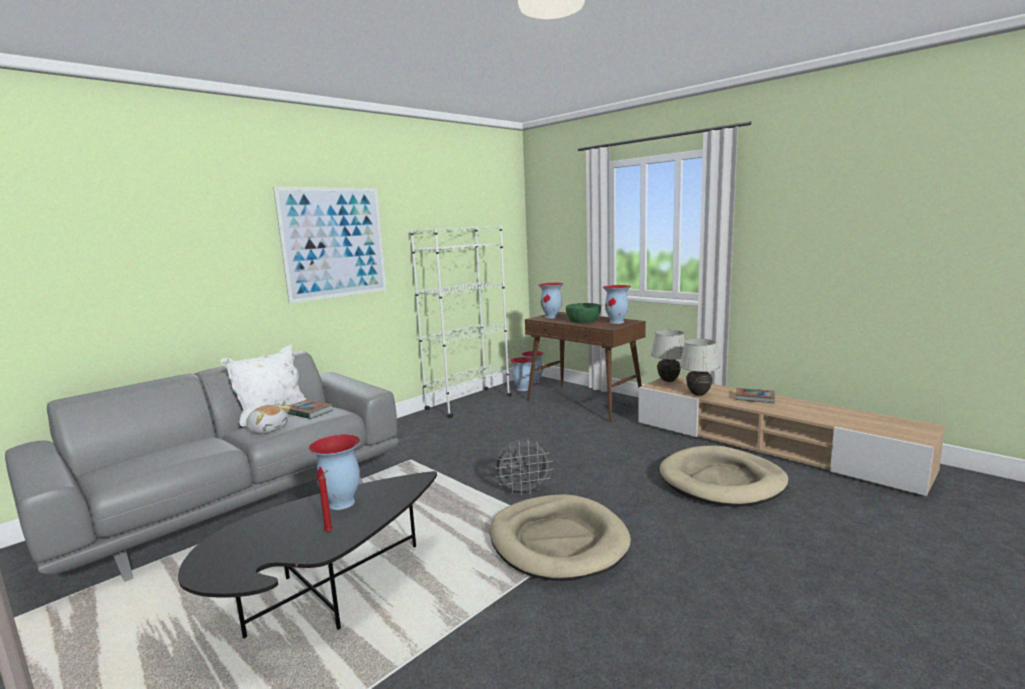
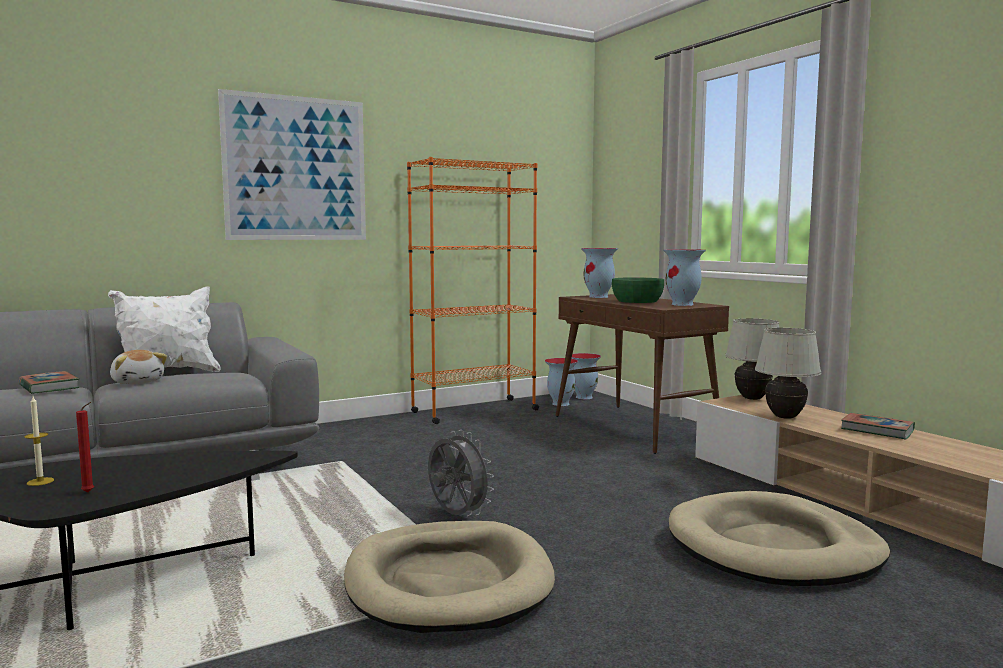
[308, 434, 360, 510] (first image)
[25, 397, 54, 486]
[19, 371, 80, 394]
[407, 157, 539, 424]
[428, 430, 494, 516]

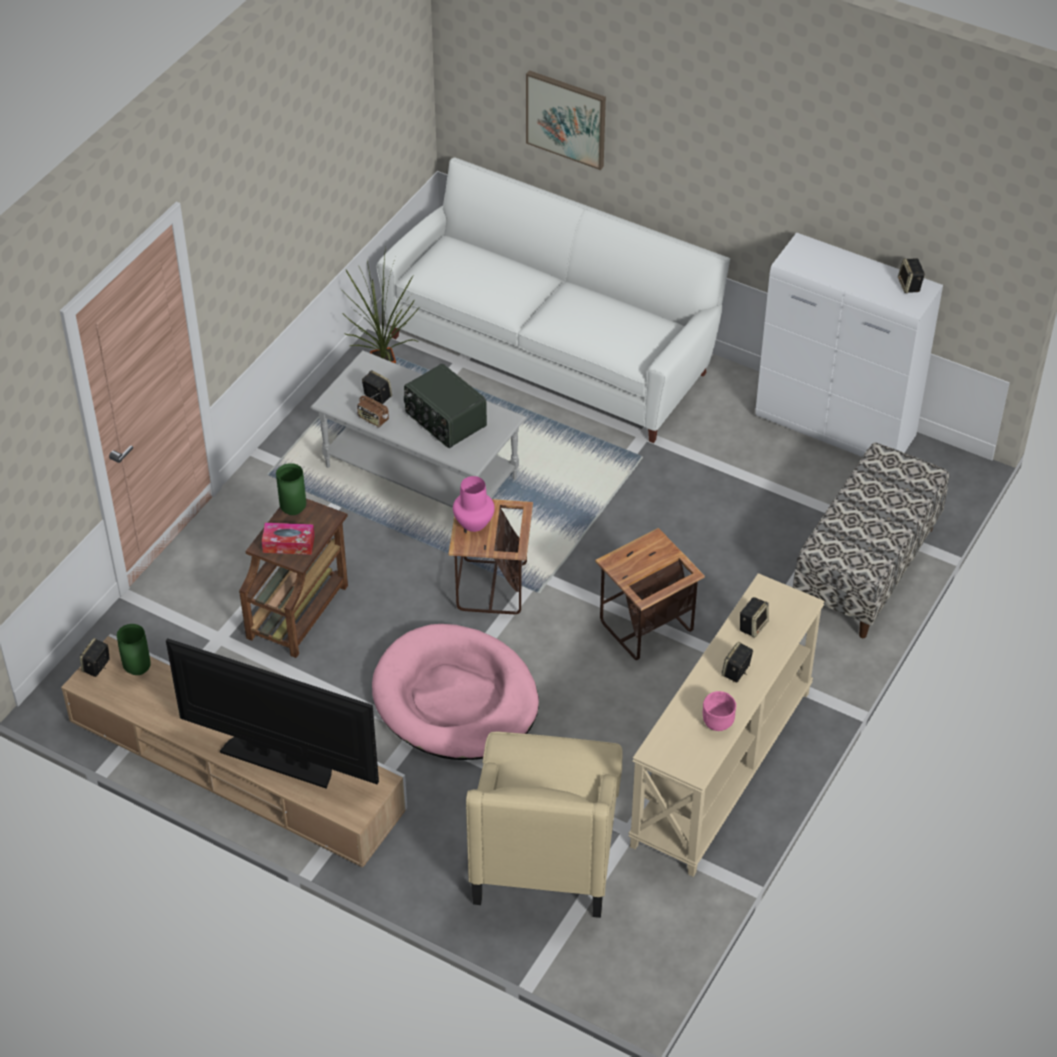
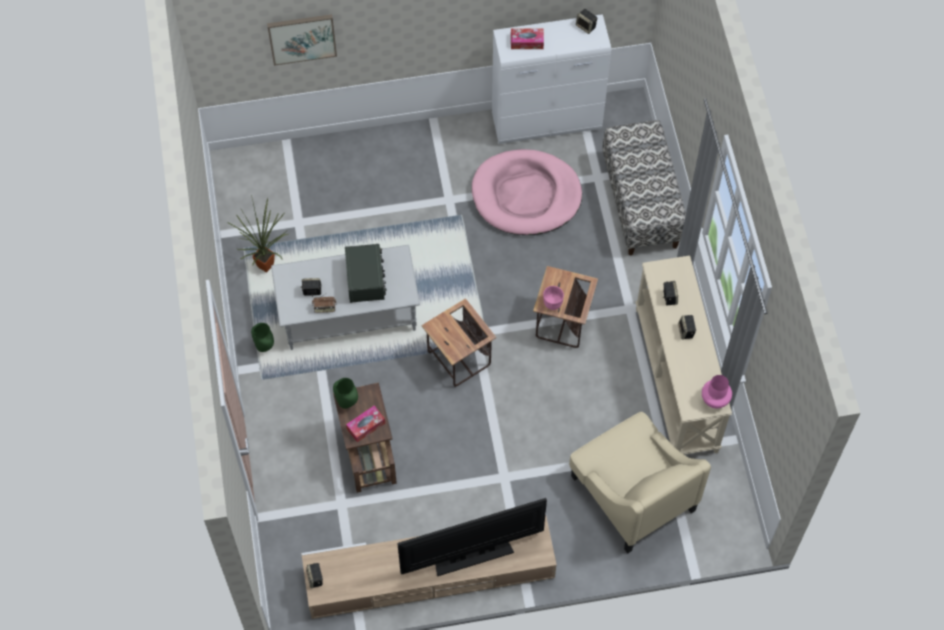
[376, 157, 730, 443] (first image)
[511, 29, 544, 49]
[251, 323, 274, 352]
[472, 149, 582, 235]
[702, 375, 732, 408]
[543, 286, 564, 310]
[345, 244, 386, 303]

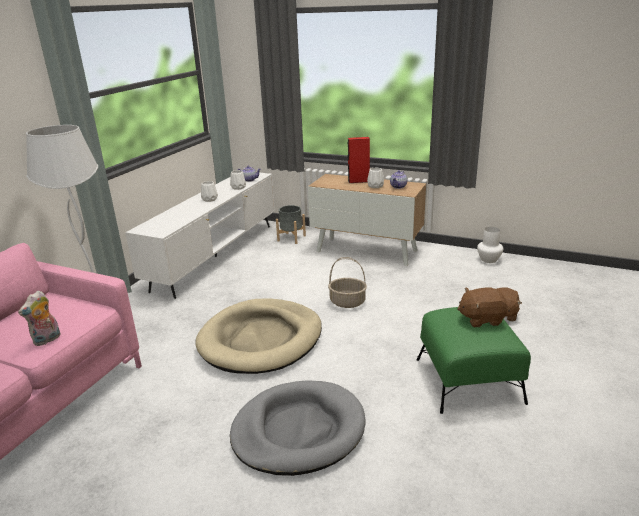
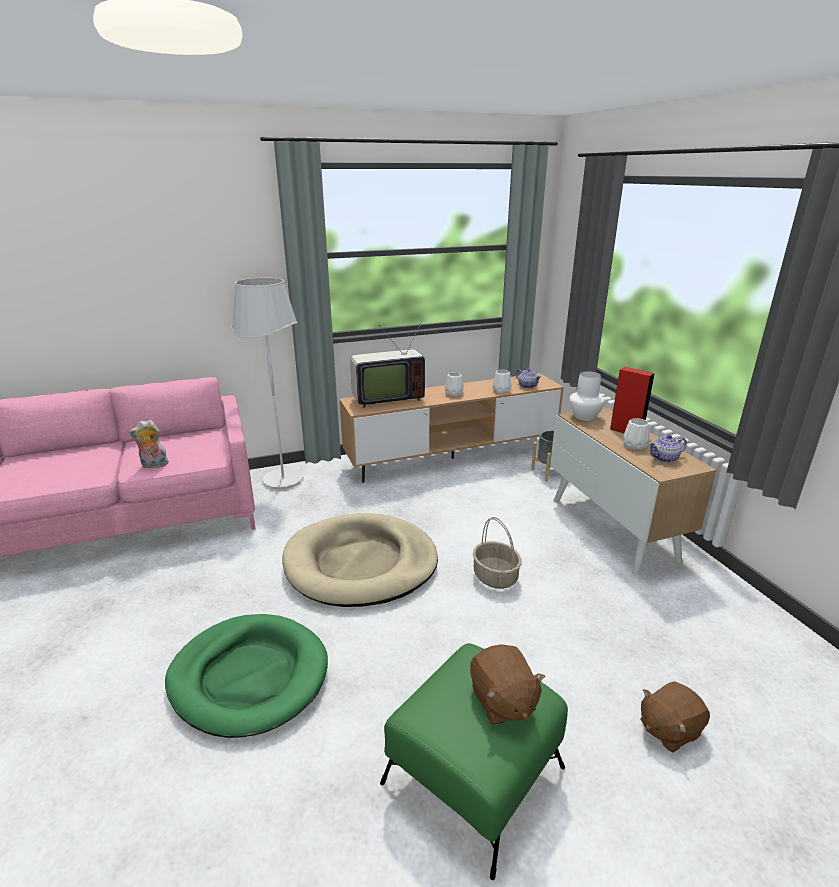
[350, 319, 425, 408]
[569, 371, 605, 421]
[339, 373, 564, 483]
[165, 614, 328, 738]
[470, 645, 545, 725]

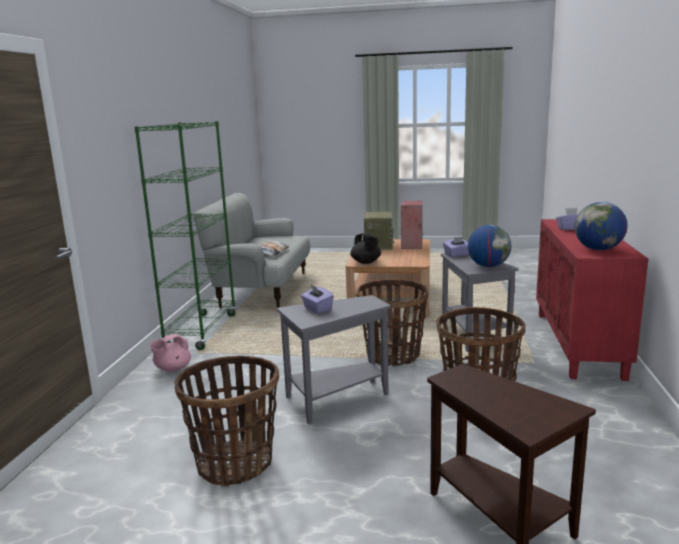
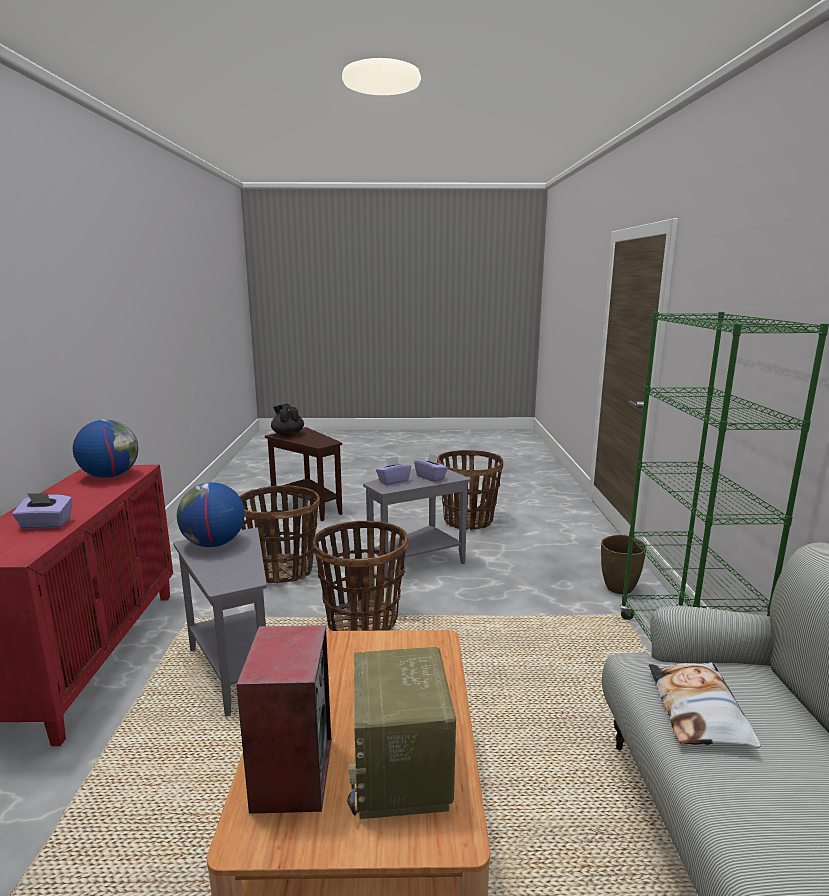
[271, 404, 304, 436]
[376, 456, 411, 485]
[601, 535, 647, 594]

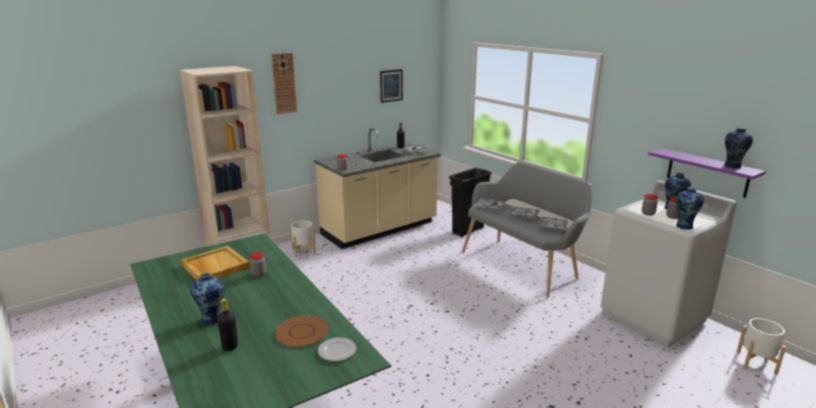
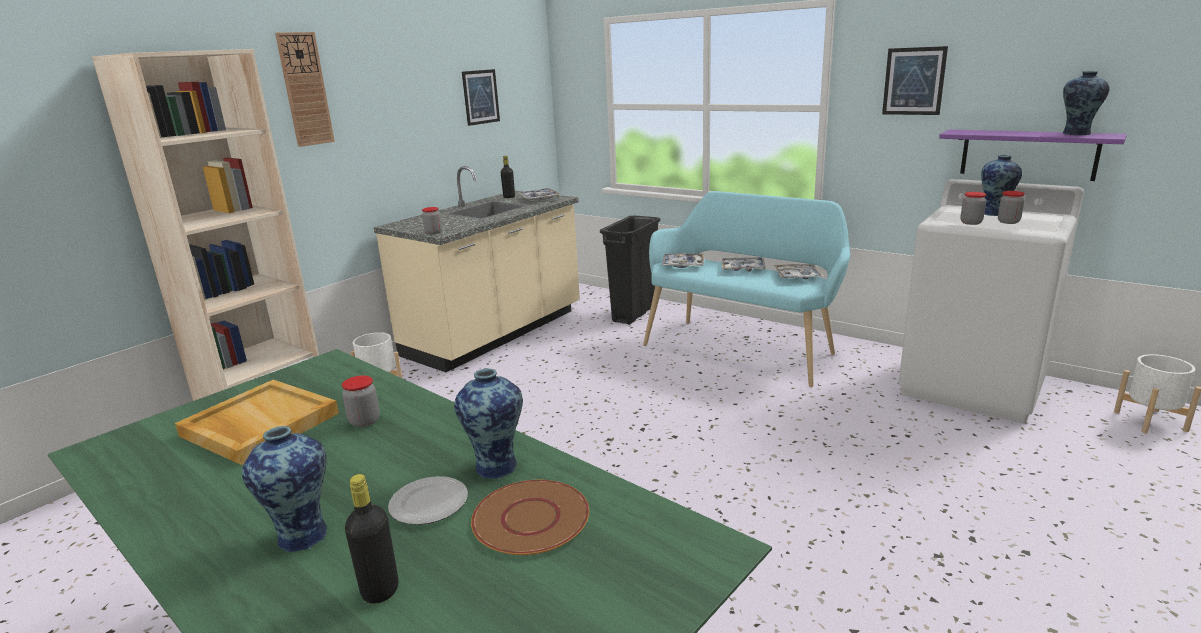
[882, 46, 948, 115]
[388, 476, 468, 525]
[454, 369, 523, 479]
[643, 191, 850, 387]

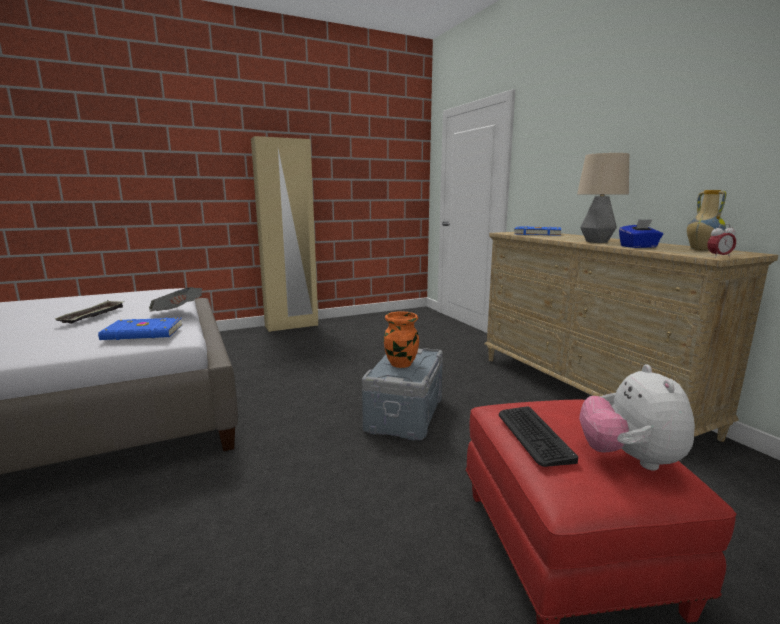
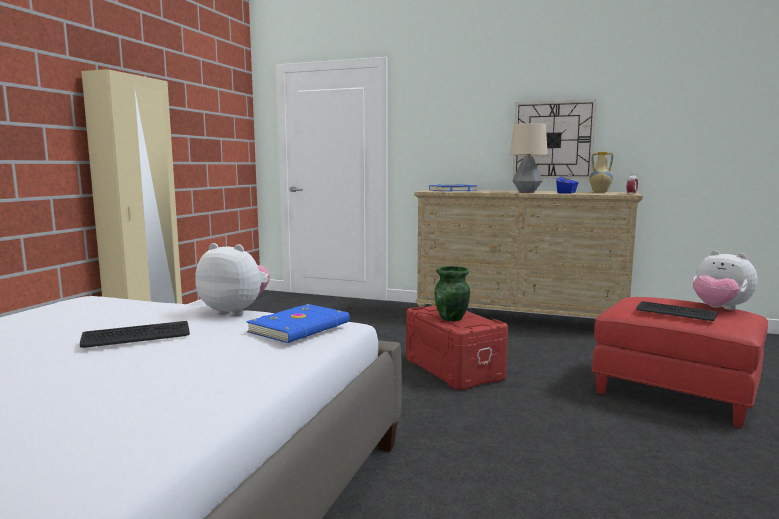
[513, 99, 596, 179]
[80, 321, 190, 348]
[195, 243, 270, 316]
[406, 305, 508, 390]
[434, 266, 470, 321]

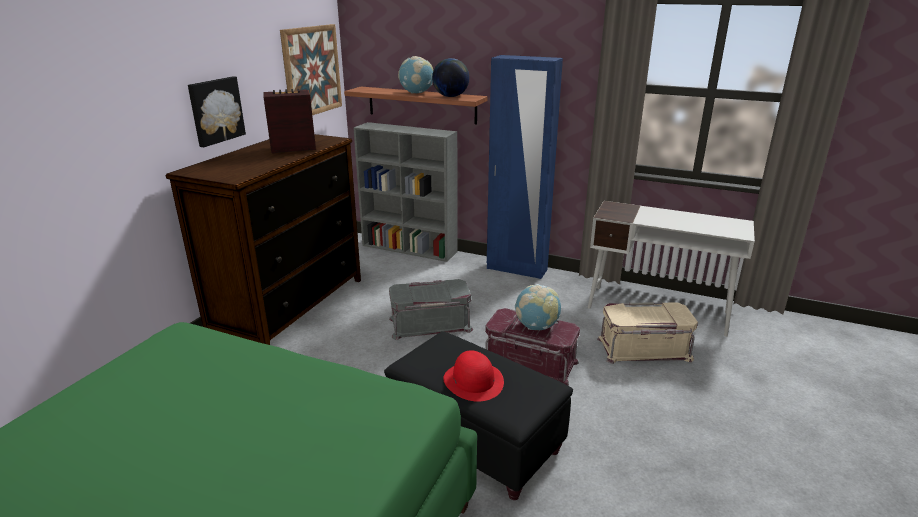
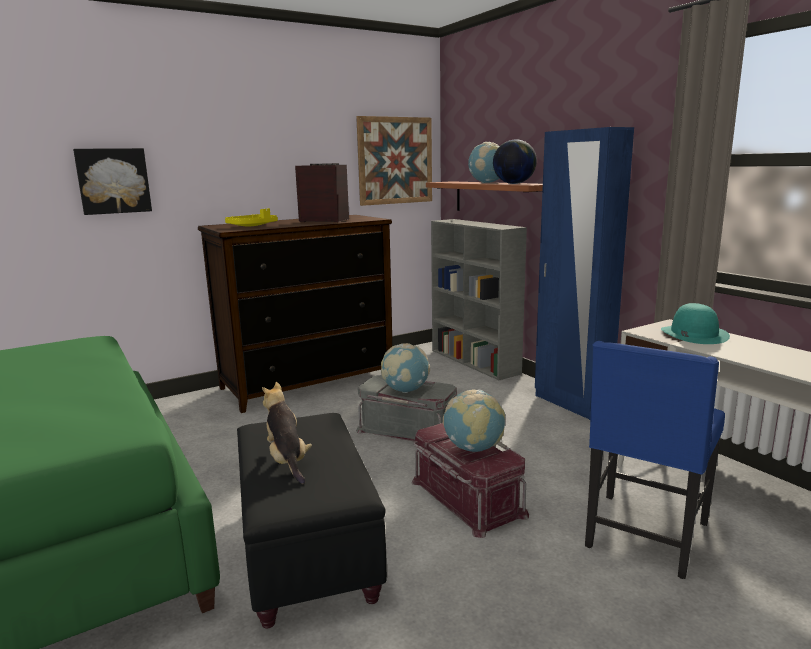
[225, 208, 278, 226]
[381, 343, 430, 393]
[661, 303, 730, 344]
[73, 148, 152, 215]
[262, 382, 312, 484]
[585, 341, 725, 579]

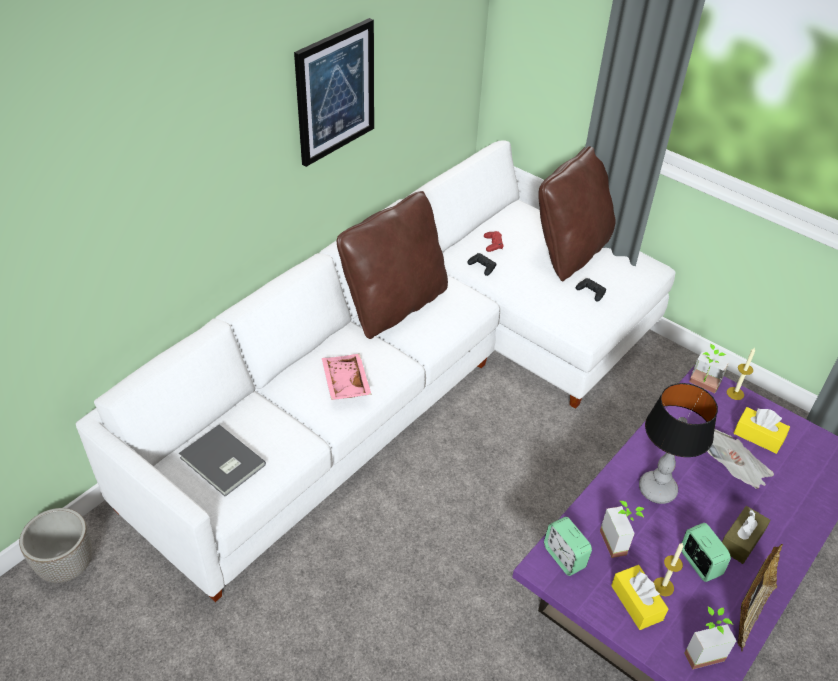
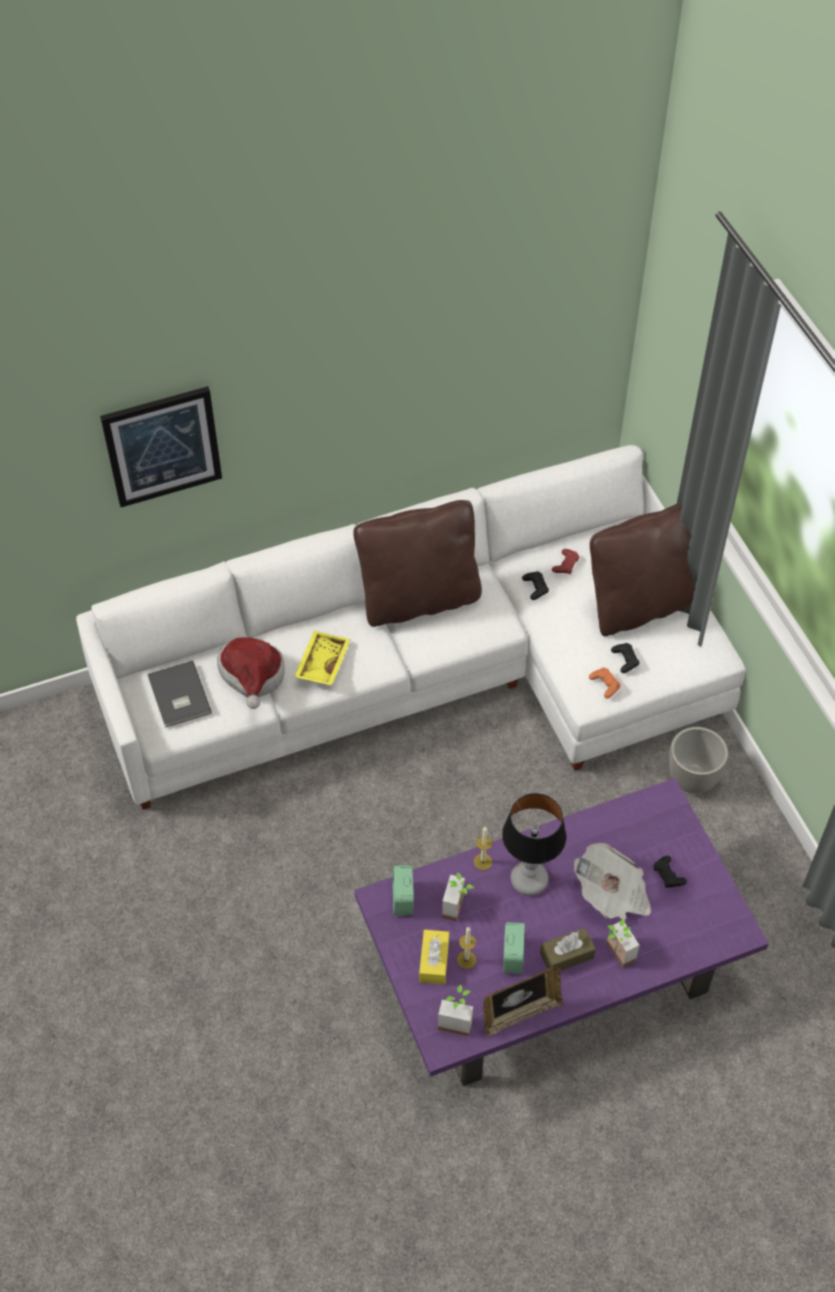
[217, 637, 285, 709]
[589, 668, 621, 698]
[668, 727, 728, 793]
[100, 386, 222, 507]
[607, 918, 640, 968]
[474, 827, 492, 870]
[653, 856, 687, 888]
[294, 630, 351, 686]

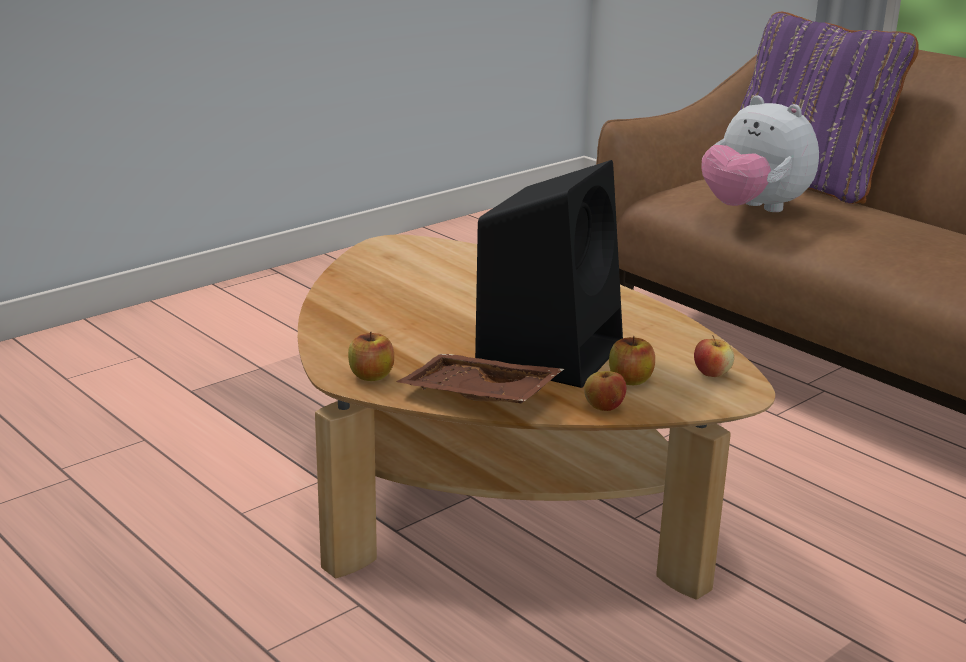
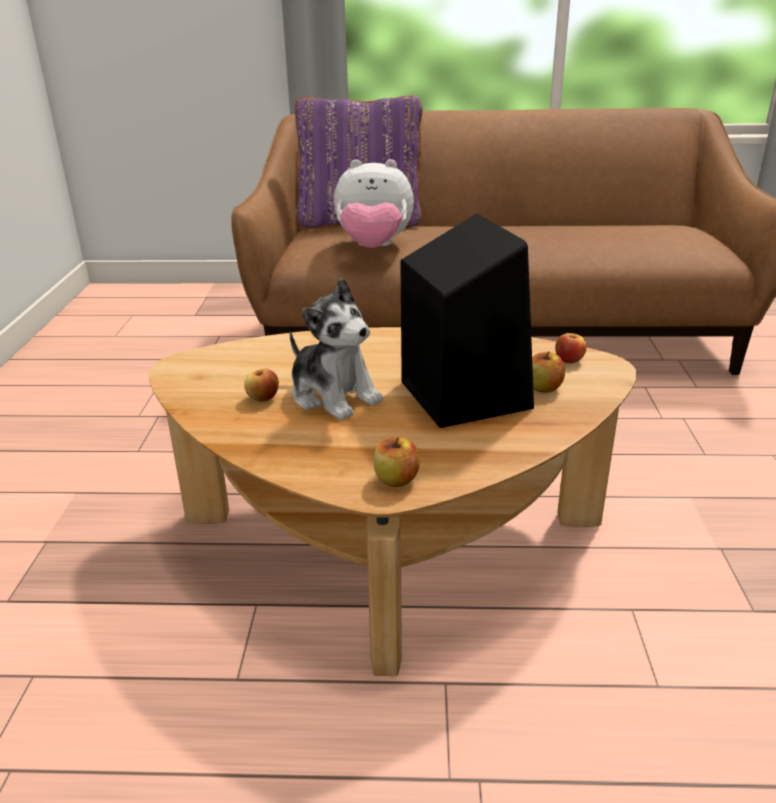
[396, 354, 564, 403] (first image)
[290, 278, 383, 420]
[244, 369, 279, 402]

